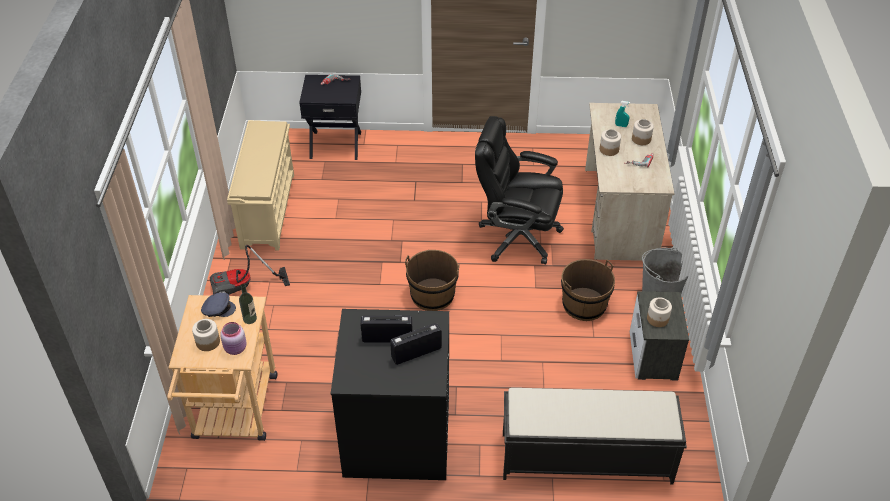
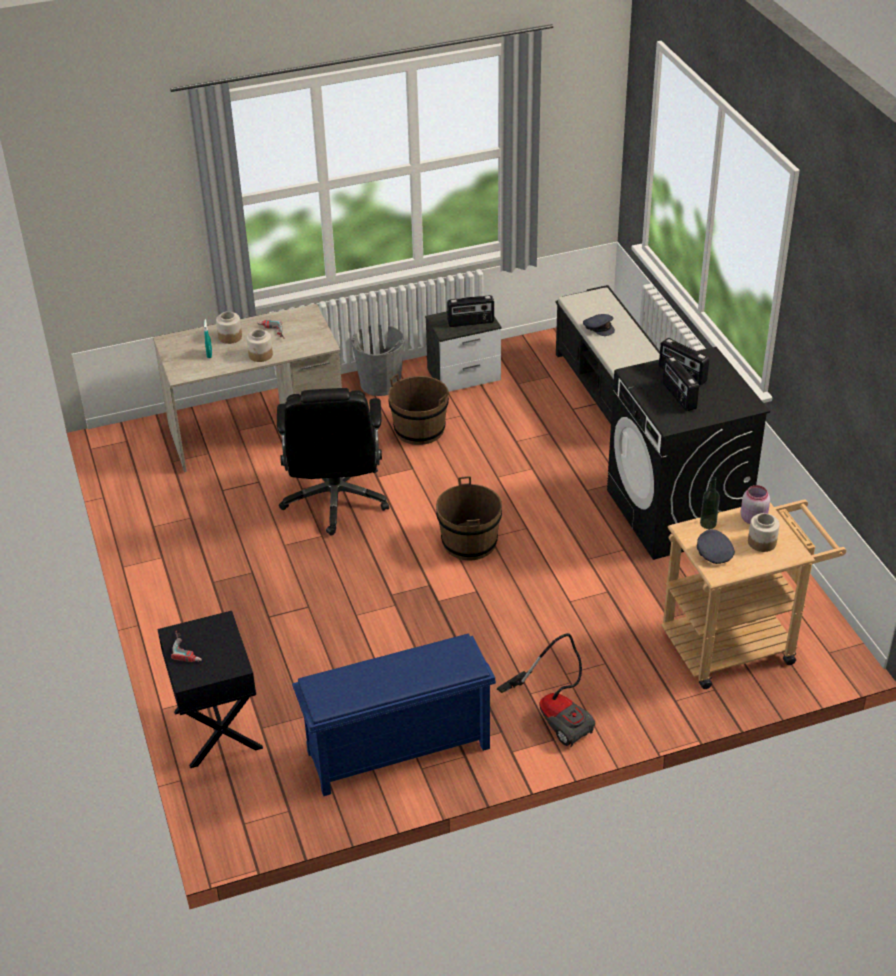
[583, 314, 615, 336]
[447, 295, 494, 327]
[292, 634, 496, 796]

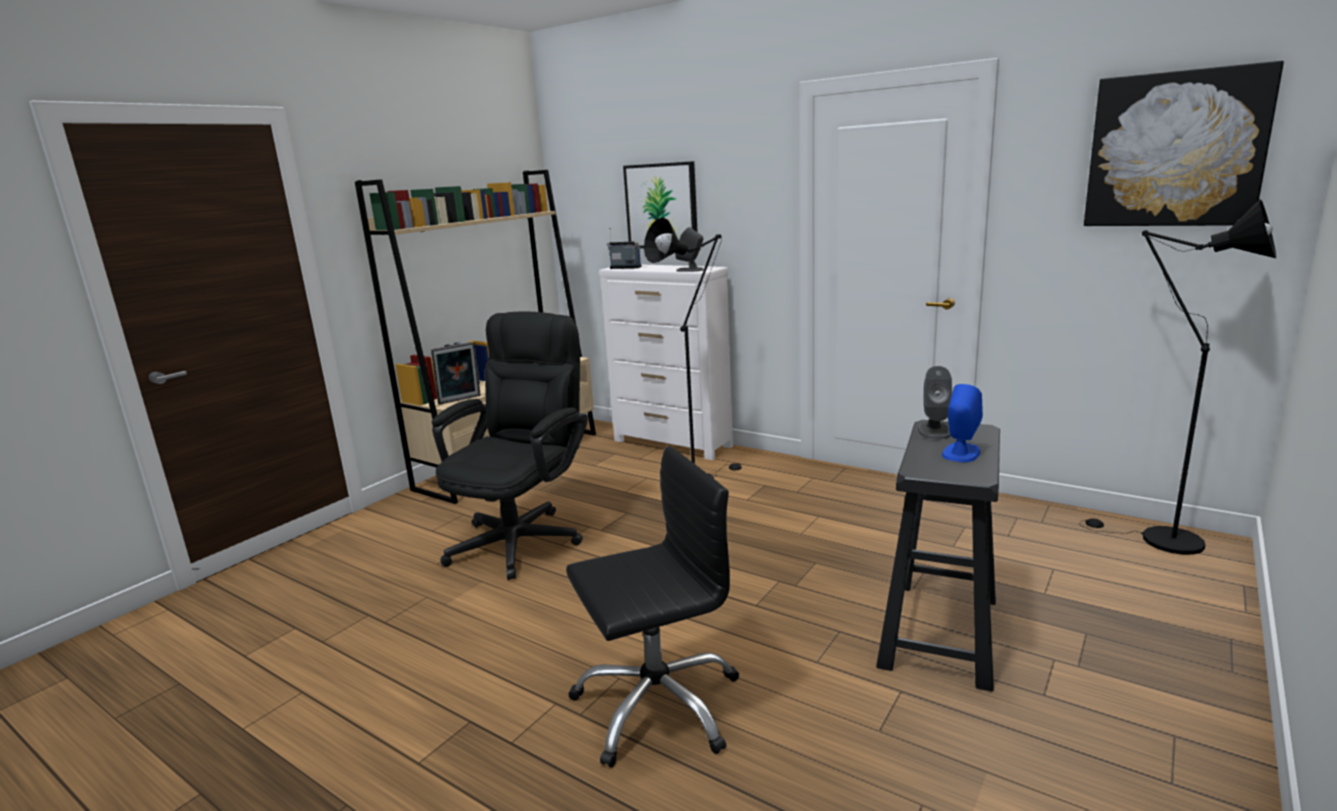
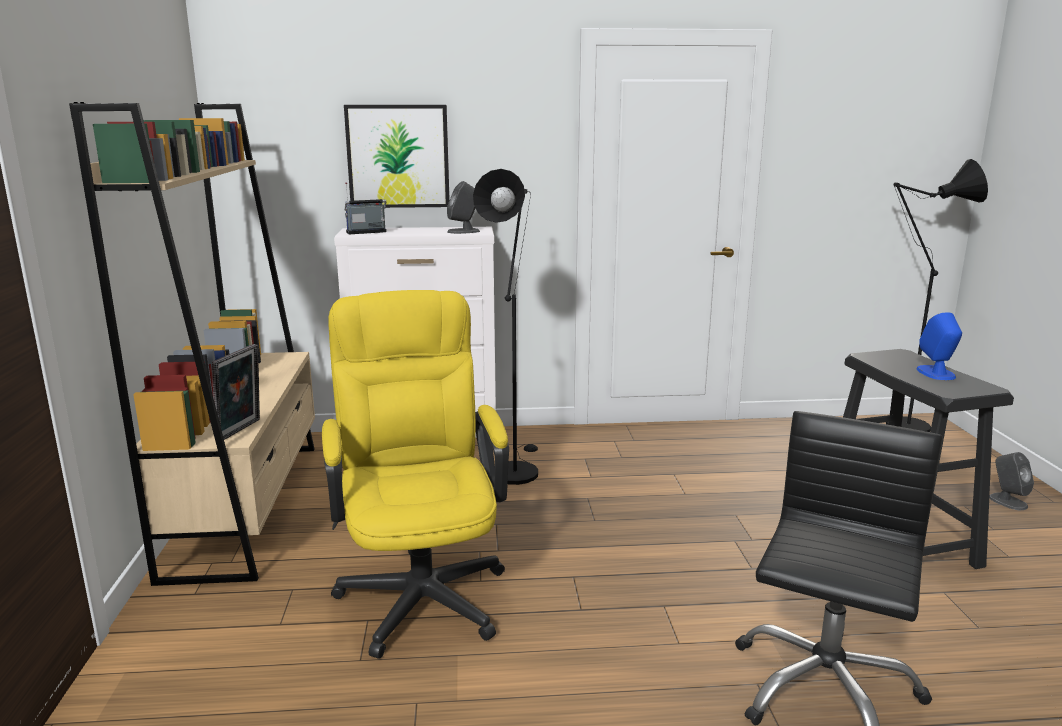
[1084, 61, 1284, 226] (first image)
[989, 452, 1034, 510]
[322, 290, 509, 659]

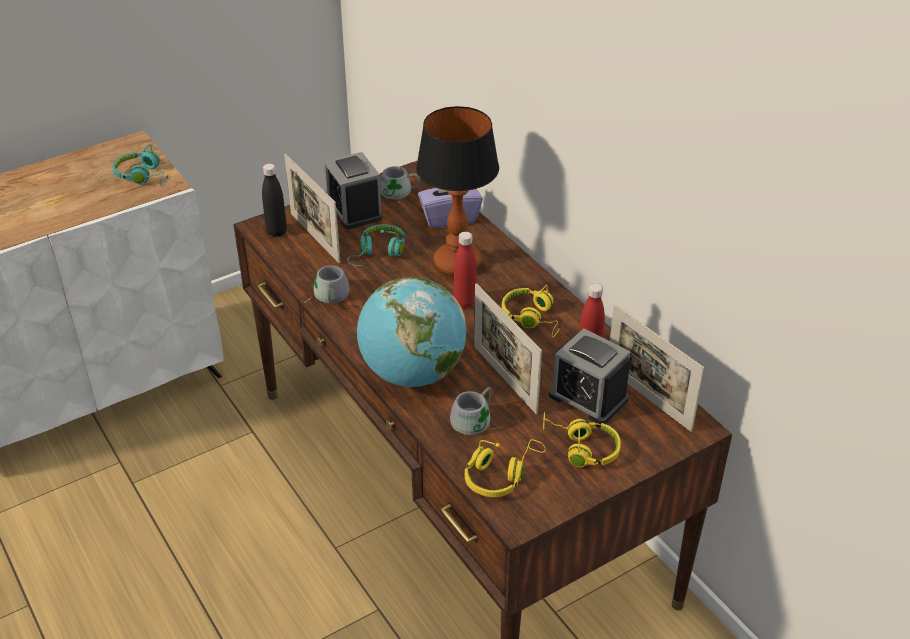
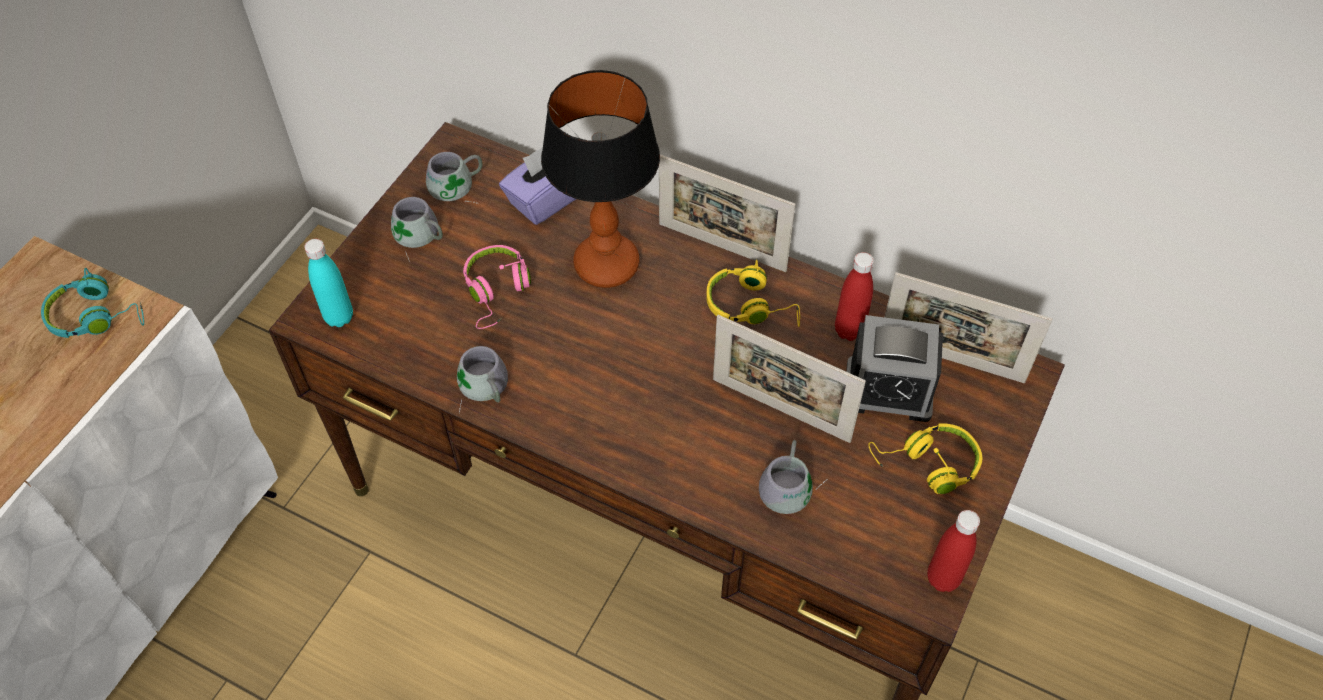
[357, 277, 466, 387] (first image)
[465, 439, 546, 497] (first image)
[659, 154, 796, 272]
[927, 510, 980, 592]
[391, 197, 443, 262]
[304, 239, 353, 327]
[463, 245, 531, 329]

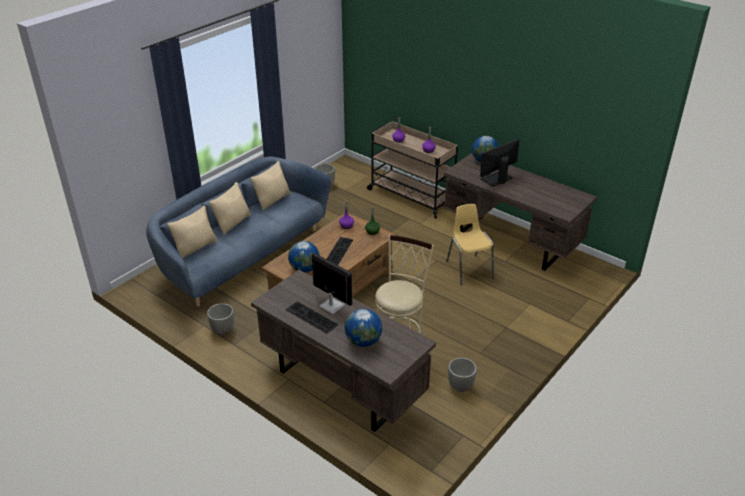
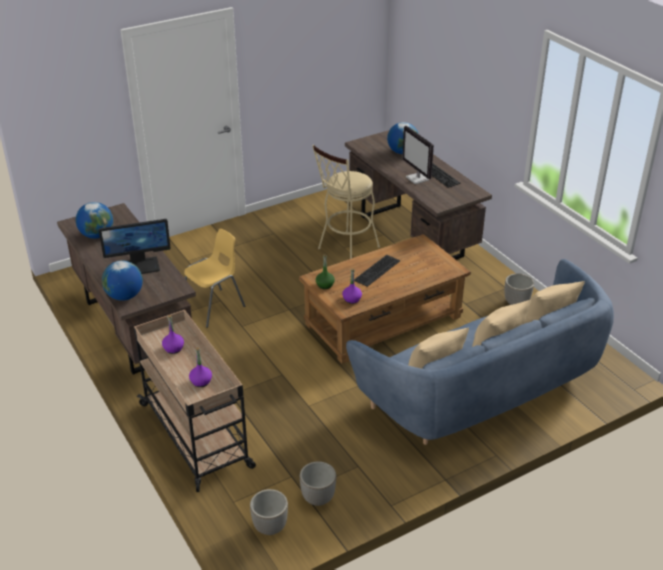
[76, 202, 113, 239]
[250, 489, 288, 535]
[184, 229, 245, 328]

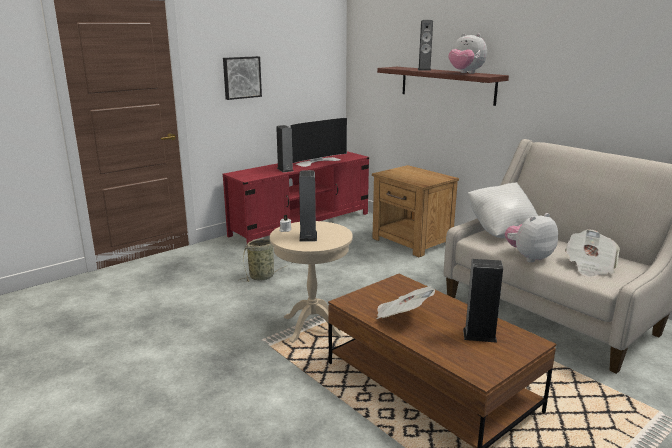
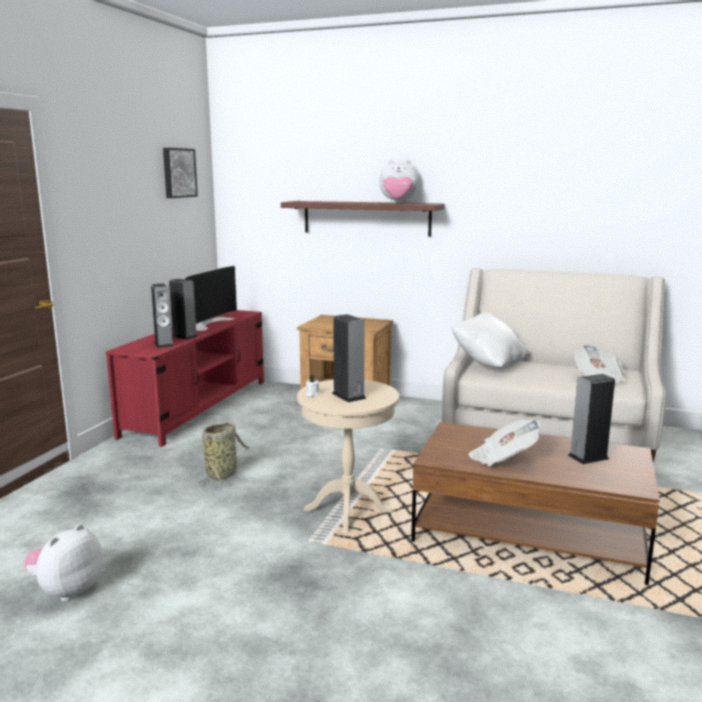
[163, 148, 198, 198]
[151, 283, 174, 348]
[24, 524, 103, 601]

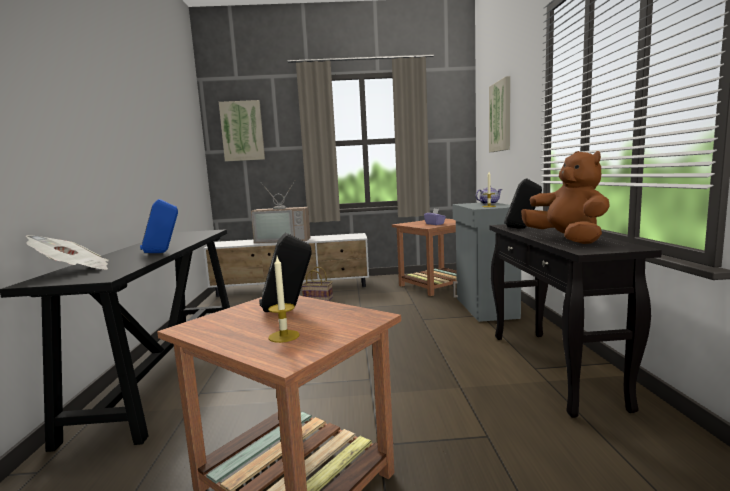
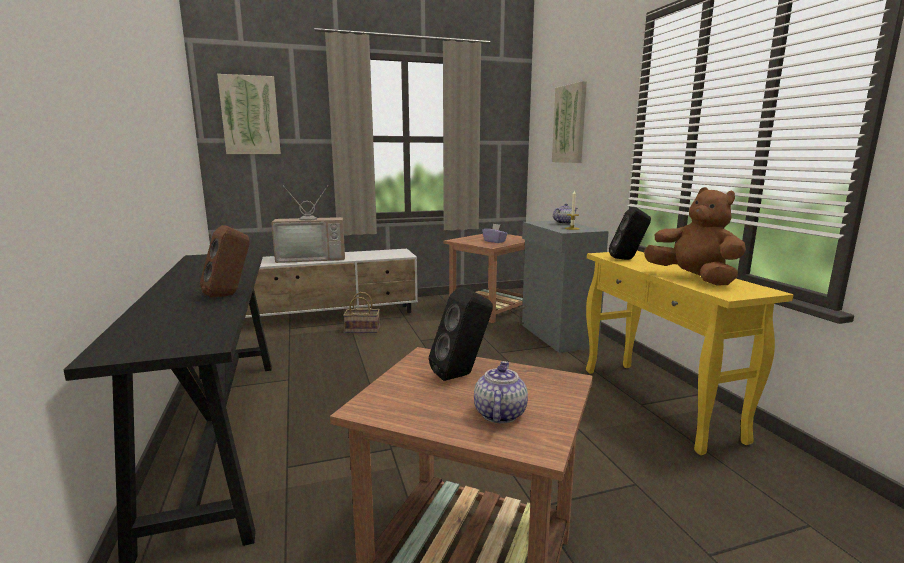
[26, 235, 108, 269] (first image)
[474, 361, 528, 423]
[200, 225, 250, 298]
[586, 251, 794, 455]

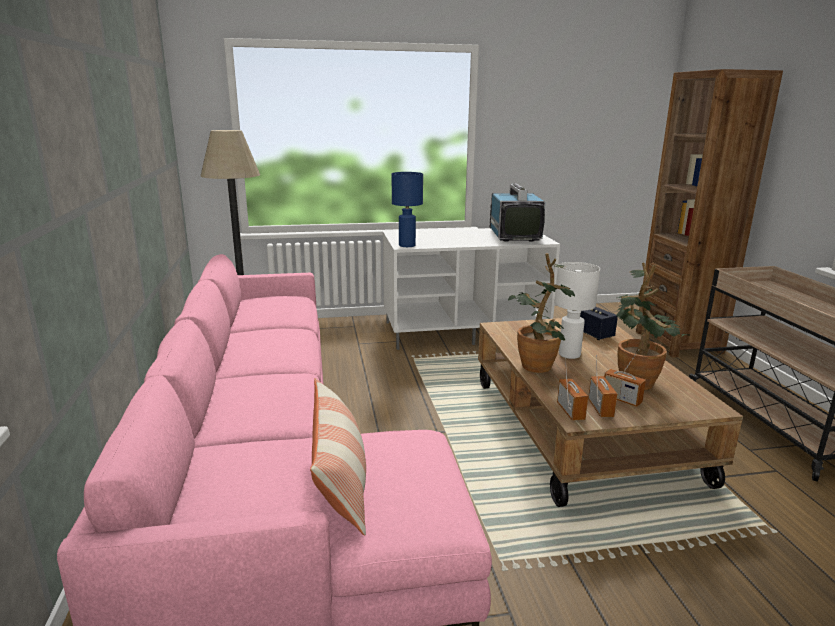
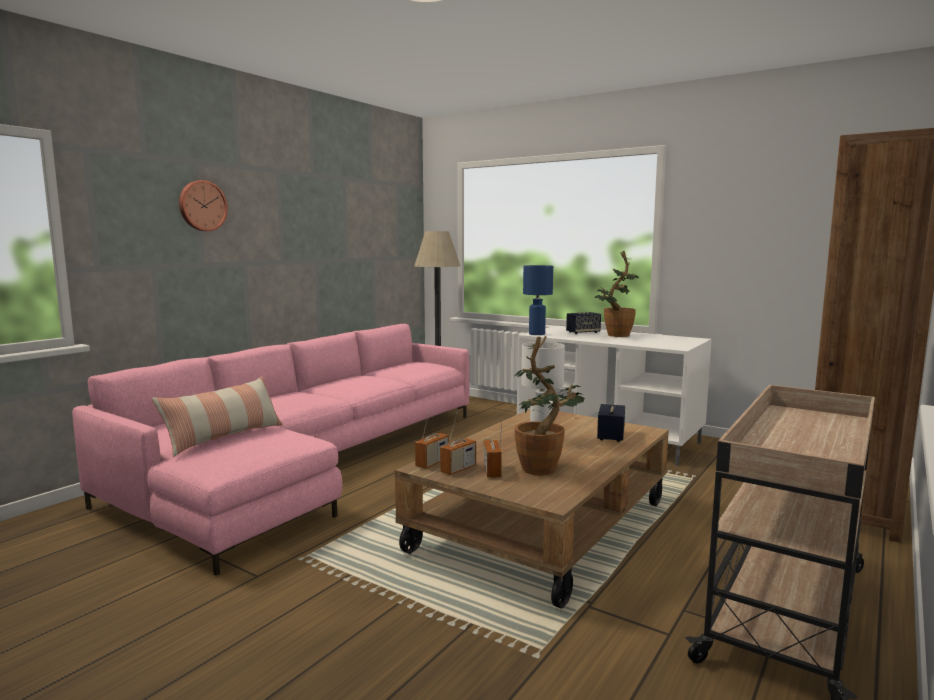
[490, 183, 546, 241] (first image)
[179, 180, 228, 231]
[566, 312, 601, 334]
[595, 251, 640, 337]

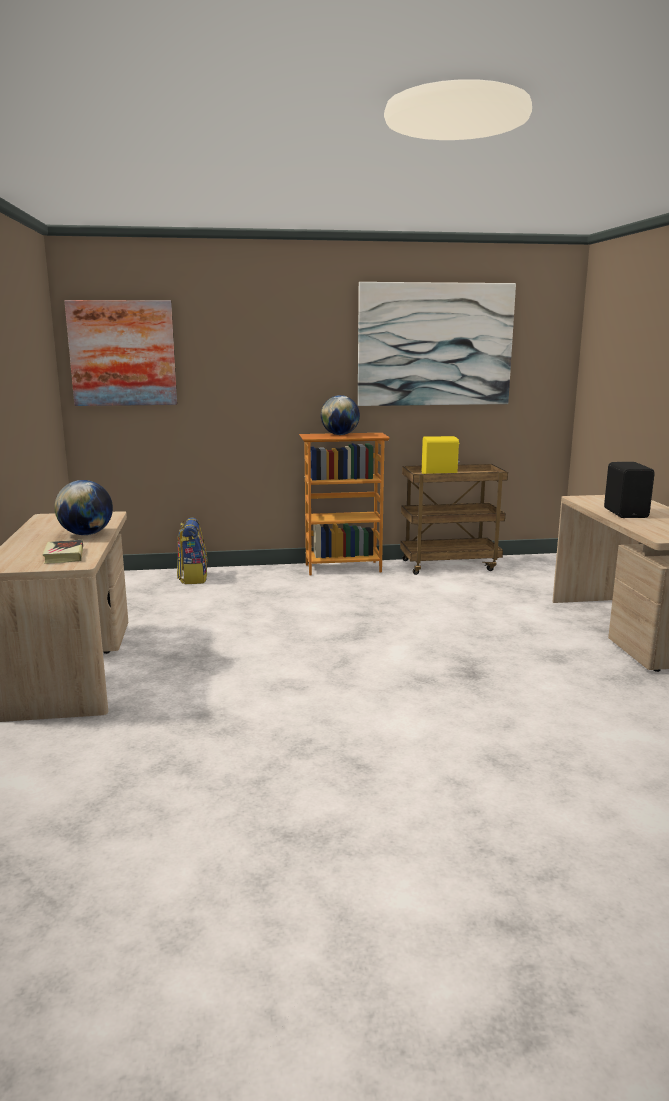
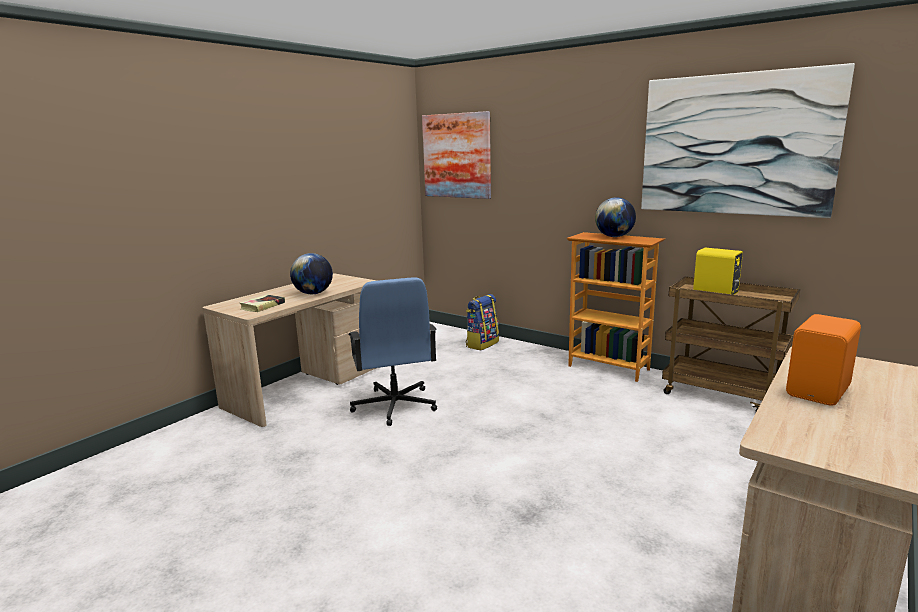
[349, 277, 437, 426]
[786, 314, 861, 406]

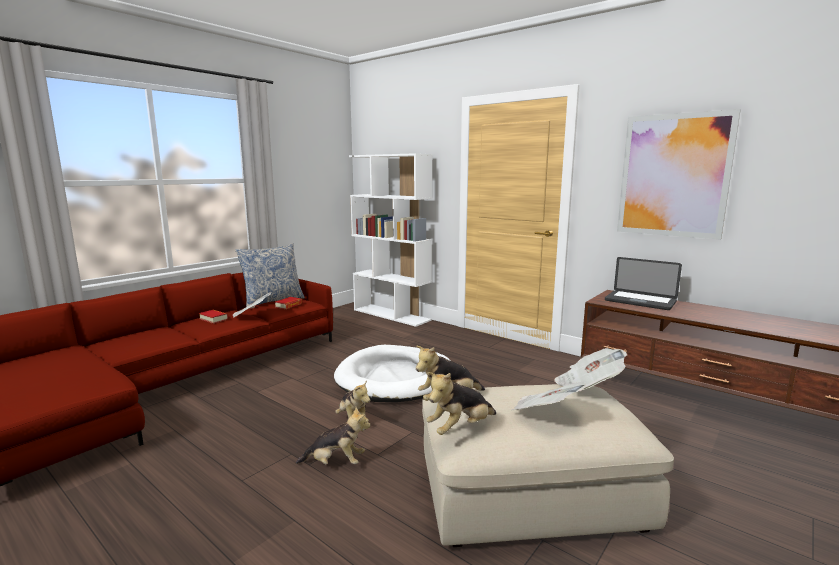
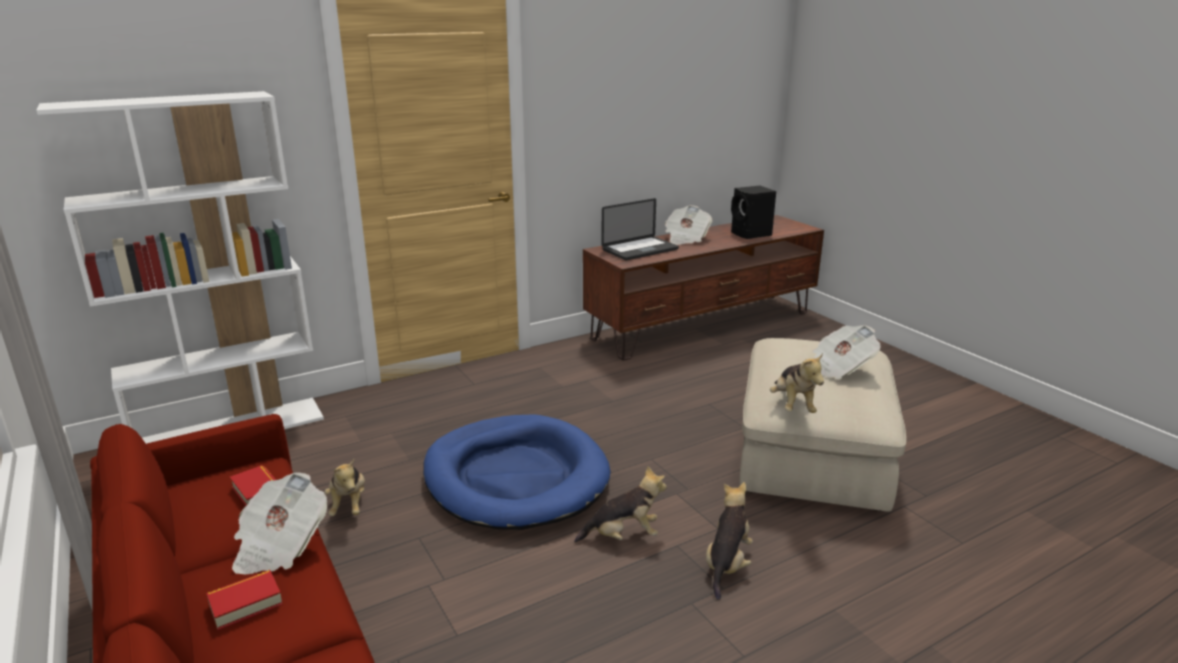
[236, 243, 305, 307] (first image)
[617, 109, 741, 240] (first image)
[731, 185, 776, 239]
[325, 459, 365, 516]
[665, 205, 713, 245]
[423, 414, 611, 530]

